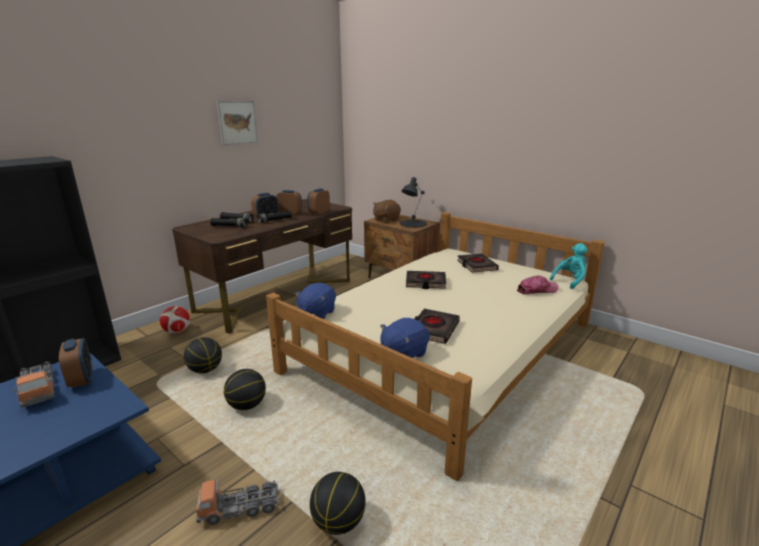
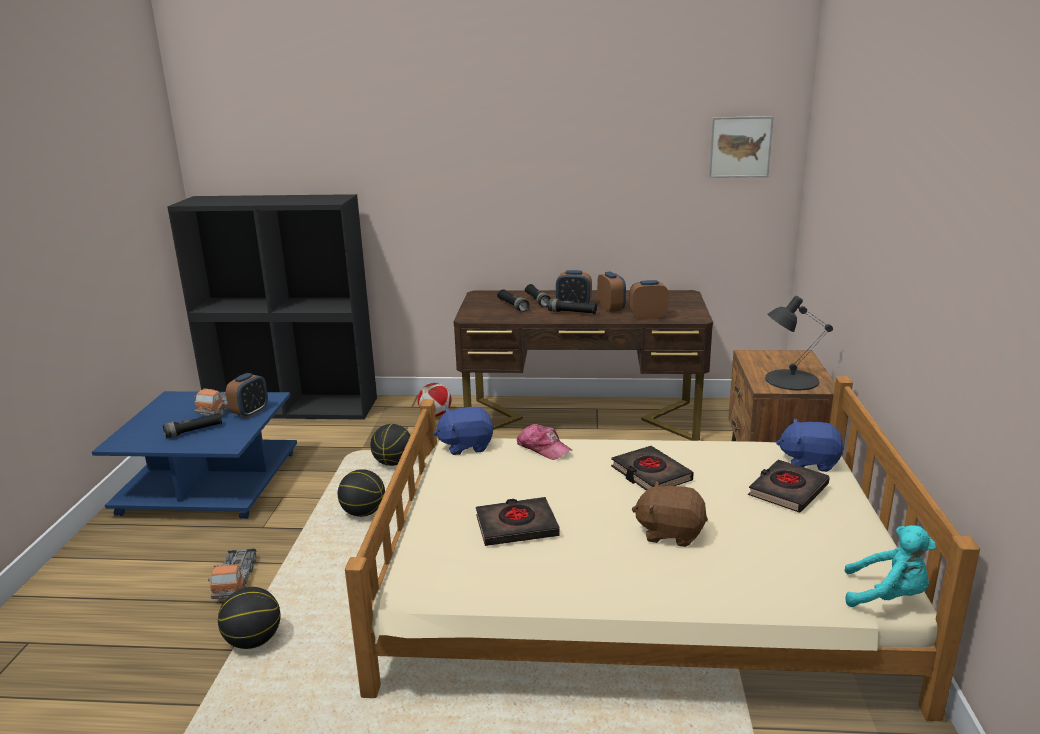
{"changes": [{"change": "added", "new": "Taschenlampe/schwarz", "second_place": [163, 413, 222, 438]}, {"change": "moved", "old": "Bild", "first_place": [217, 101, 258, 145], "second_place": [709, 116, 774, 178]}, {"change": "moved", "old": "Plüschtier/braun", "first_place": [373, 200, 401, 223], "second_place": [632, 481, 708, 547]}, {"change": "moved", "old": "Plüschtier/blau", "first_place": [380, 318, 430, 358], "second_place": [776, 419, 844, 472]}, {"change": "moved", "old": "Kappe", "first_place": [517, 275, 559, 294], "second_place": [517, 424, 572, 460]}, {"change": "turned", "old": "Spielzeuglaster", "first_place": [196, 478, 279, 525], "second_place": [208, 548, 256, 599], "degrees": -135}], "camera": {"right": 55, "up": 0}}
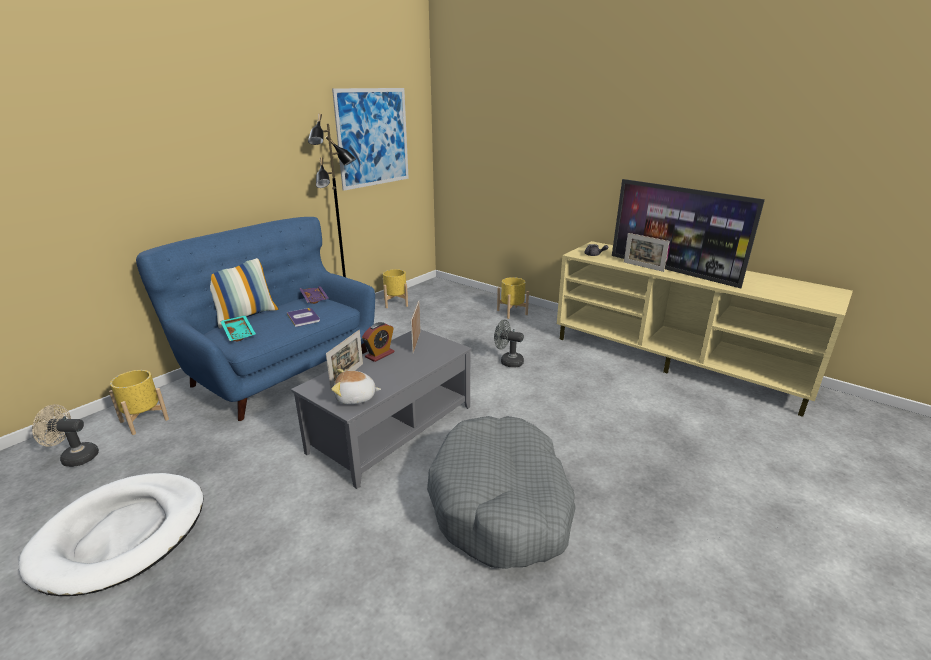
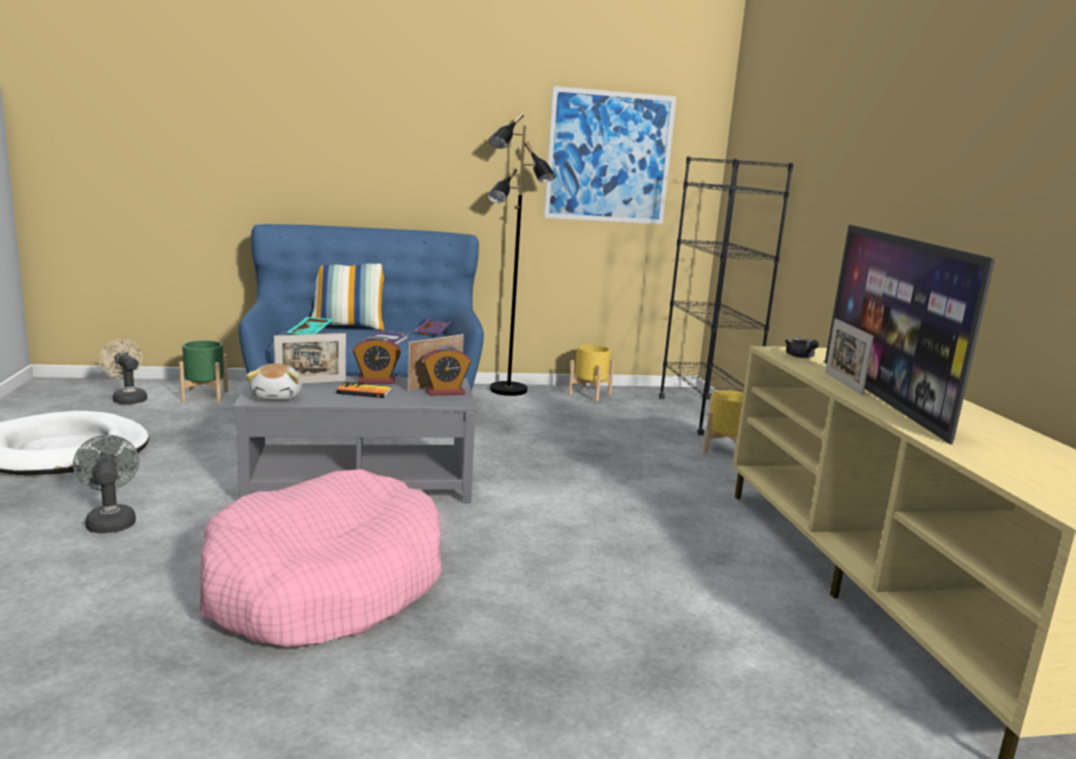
{"changes": [{"change": "added", "new": "Buch", "second_place": [336, 382, 392, 398]}, {"change": "added", "new": "Wecker", "second_place": [422, 346, 471, 396]}, {"change": "added", "new": "Bücherregal/schwarz", "second_place": [659, 156, 793, 435]}, {"change": "moved", "old": "Ventilator/grau", "first_place": [494, 319, 524, 368], "second_place": [73, 435, 139, 533]}, {"change": "recoloured", "old": "Pflanzkübel/gelb", "new": "Pflanzkübel/grün", "first_place": [109, 370, 169, 435], "second_place": [179, 340, 228, 402]}, {"change": "recoloured", "old": "Hundebett/grau", "new": "Hundebett/rosa", "first_place": [427, 416, 576, 569], "second_place": [200, 469, 442, 648]}, {"change": "turned", "old": "Plüschtier", "first_place": [331, 369, 381, 405], "second_place": [246, 363, 302, 400], "degrees": -135}], "camera": {"right": 40, "up": -10}}
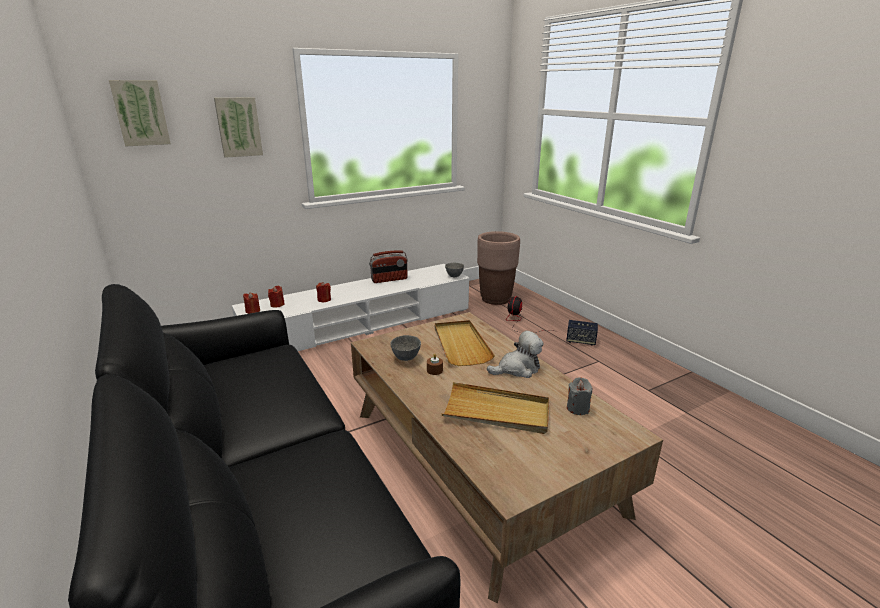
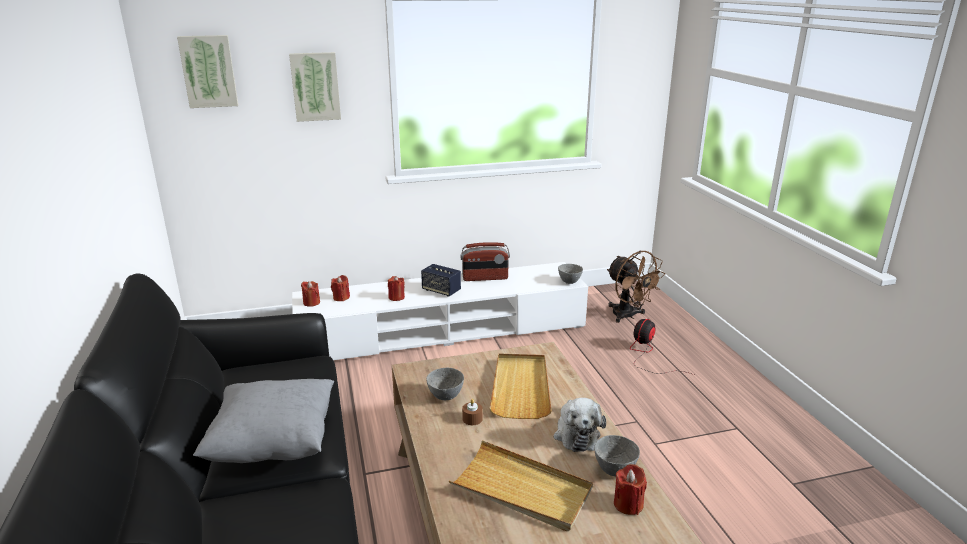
{"changes": [{"change": "added", "new": "Kissen/grau", "second_place": [193, 379, 334, 463]}, {"change": "added", "new": "Schüssel/grau", "second_place": [594, 435, 640, 476]}, {"change": "moved", "old": "Lautsprecher", "first_place": [566, 320, 598, 345], "second_place": [421, 264, 461, 297]}, {"change": "replaced", "old": "Pflanzkübel/braun", "new": "Ventilator/braun", "first_place": [477, 231, 520, 305], "second_place": [607, 251, 665, 323]}, {"change": "recoloured", "old": "Kerze/grau", "new": "Kerze/rot", "first_place": [567, 377, 592, 415], "second_place": [614, 464, 647, 515]}, {"change": "turned", "old": "Plüschtier", "first_place": [487, 331, 543, 378], "second_place": [554, 398, 606, 452], "degrees": 90}], "camera": {"right": 15, "up": 0}}
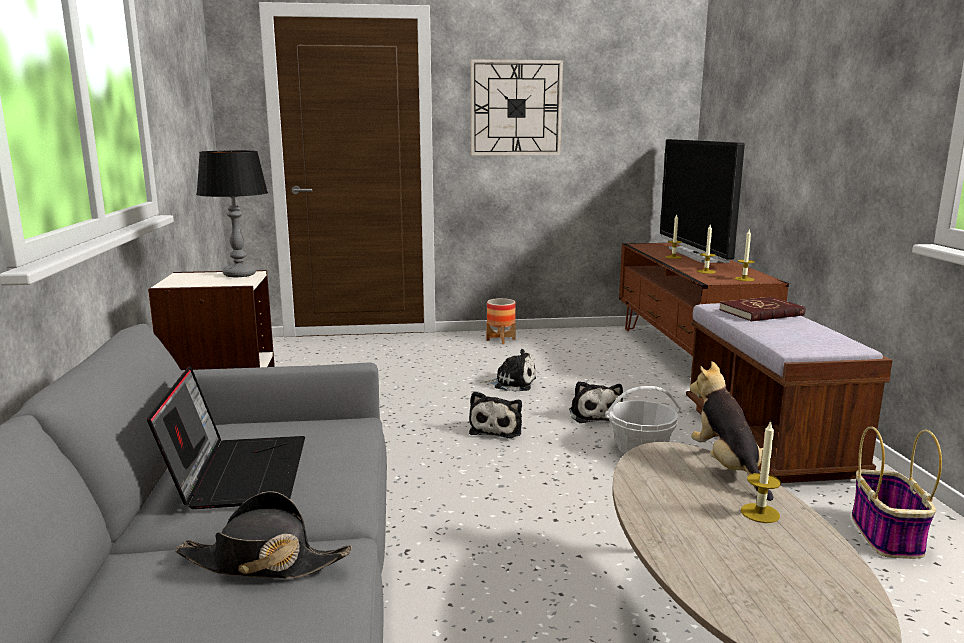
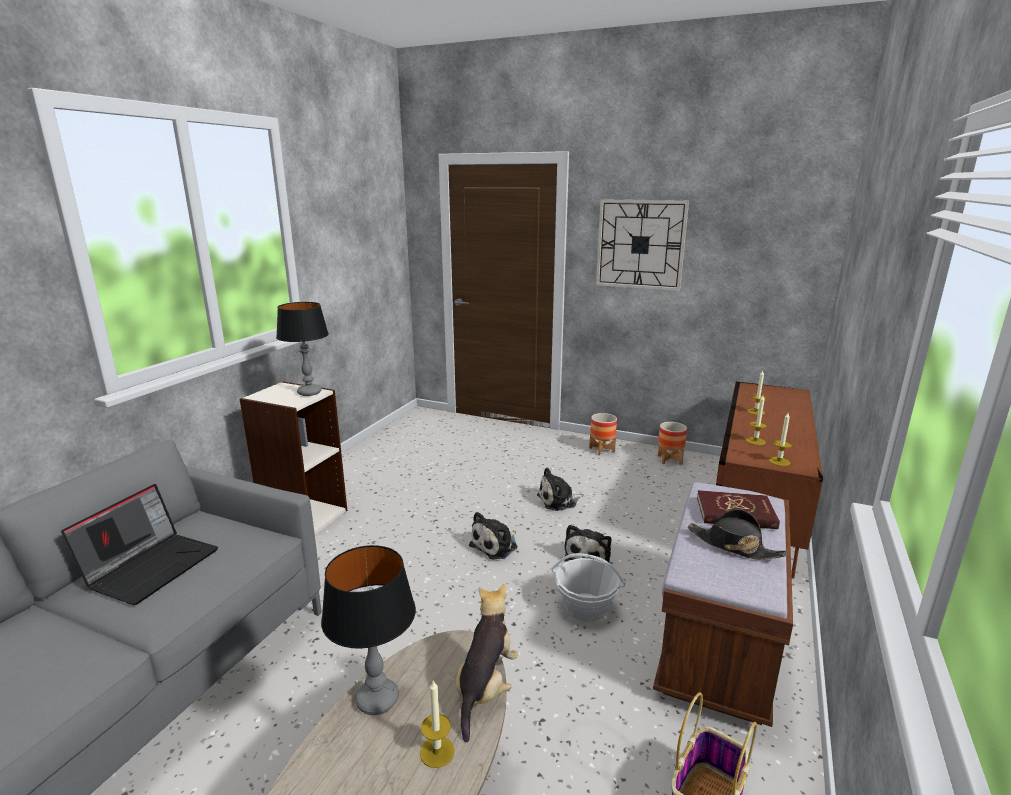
{"changes": [{"change": "removed", "old": "Fernseher", "first_place": [660, 139, 745, 263]}, {"change": "added", "new": "Tischlampe", "second_place": [321, 545, 416, 715]}, {"change": "added", "new": "Pflanzkübel", "second_place": [658, 422, 687, 464]}, {"change": "moved", "old": "Hut/schwarz", "first_place": [175, 491, 352, 579], "second_place": [687, 509, 788, 560]}, {"change": "turned", "old": "Plüschtier", "first_place": [480, 349, 536, 392], "second_place": [537, 467, 584, 511], "degrees": 120}], "camera": {"right": 30, "up": 5}}
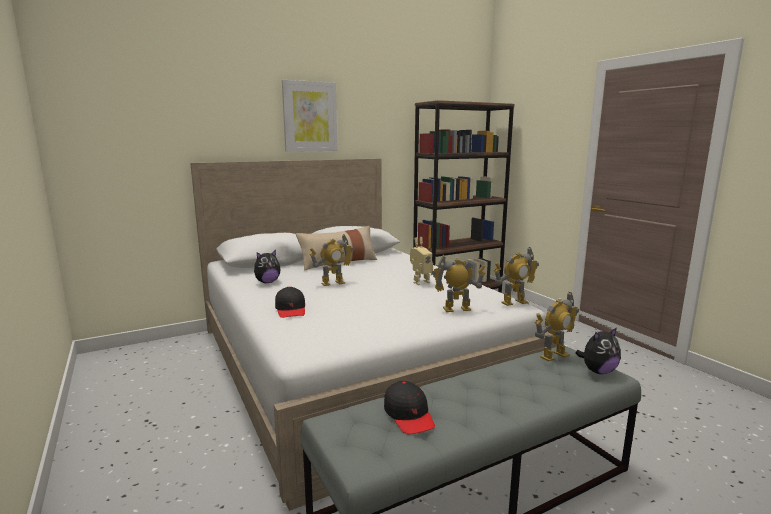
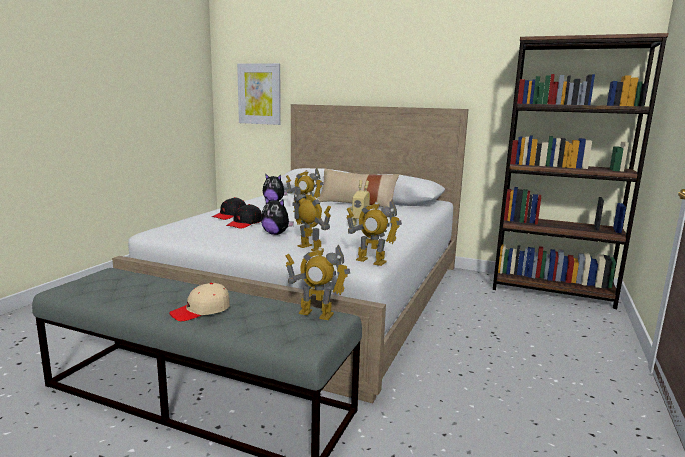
{"changes": [{"change": "added", "new": "Kappe/beige", "second_place": [169, 283, 230, 321]}, {"change": "moved", "old": "Bild", "first_place": [282, 80, 338, 152], "second_place": [237, 63, 281, 125]}, {"change": "moved", "old": "Kappe/schwarz", "first_place": [384, 381, 435, 435], "second_place": [226, 204, 261, 229]}, {"change": "moved", "old": "Plüschtier", "first_place": [575, 328, 621, 374], "second_place": [261, 197, 294, 235]}], "camera": {"right": 50, "up": 0}}
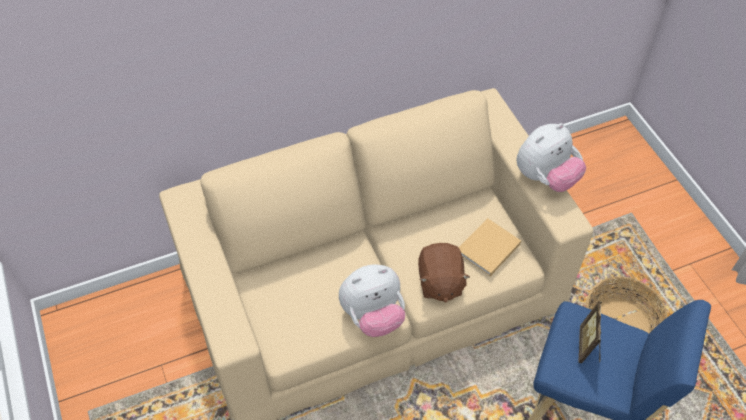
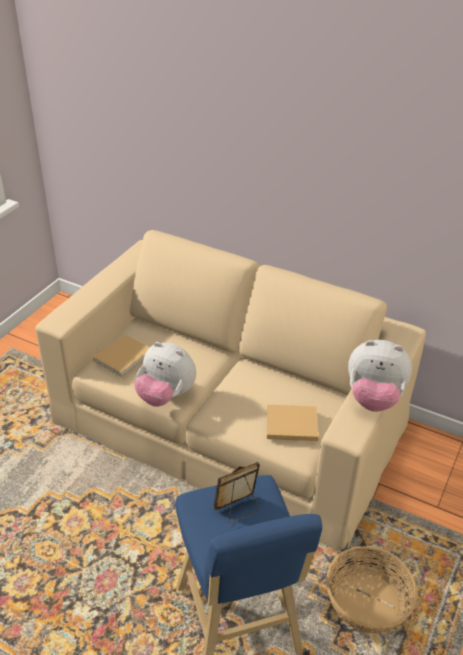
{"changes": [{"change": "removed", "old": "Plüschtier/braun", "first_place": [418, 243, 470, 303]}, {"change": "added", "new": "Buch/beige", "second_place": [93, 334, 150, 377]}], "camera": {"right": 50, "up": -15}}
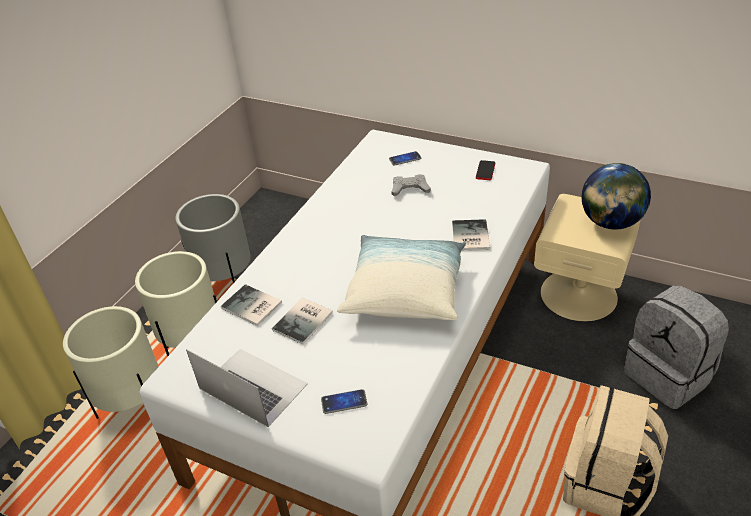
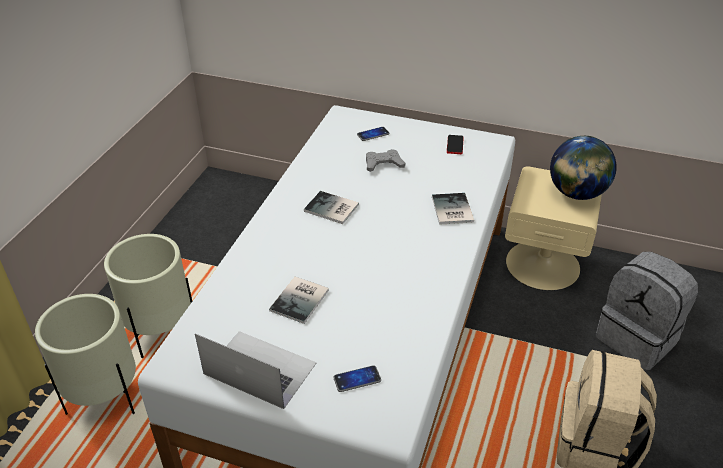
{"changes": [{"change": "removed", "old": "Pflanzkübel/grau", "first_place": [175, 194, 251, 283]}, {"change": "removed", "old": "Kissen", "first_place": [337, 235, 466, 320]}, {"change": "moved", "old": "Buch", "first_place": [221, 284, 282, 326], "second_place": [304, 191, 359, 224]}], "camera": {"right": -10, "up": 0}}
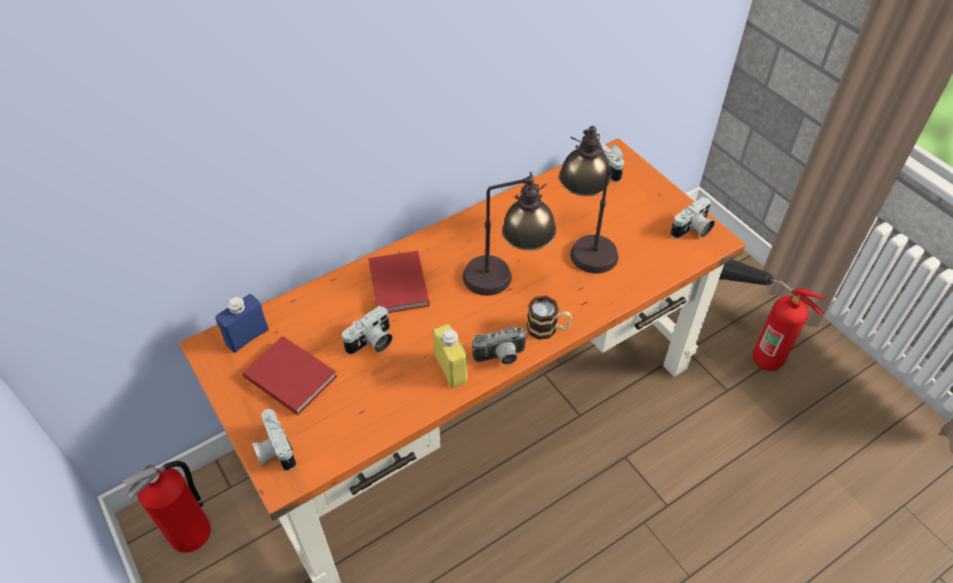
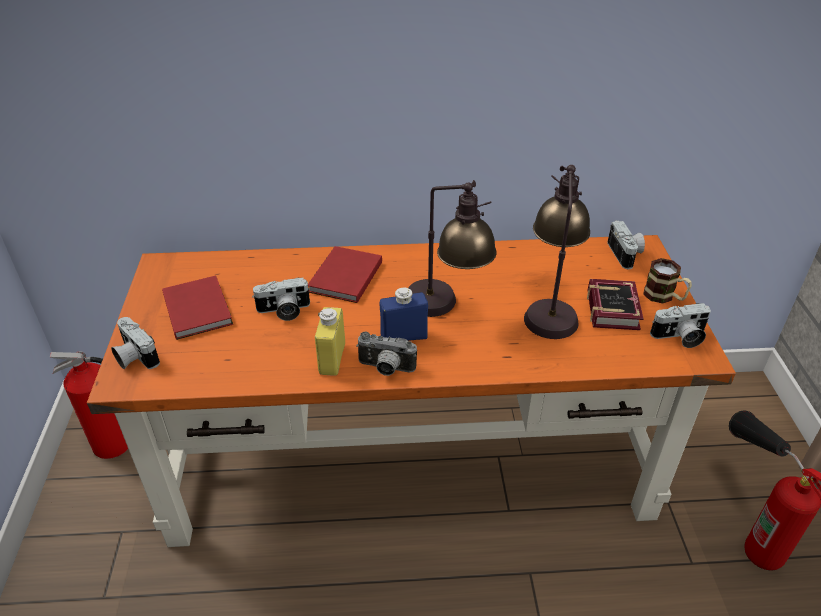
{"changes": [{"change": "added", "new": "Buch", "second_place": [587, 279, 644, 330]}, {"change": "moved", "old": "Flasche/blau", "first_place": [215, 294, 269, 353], "second_place": [380, 288, 428, 341]}, {"change": "moved", "old": "Henkelbecher", "first_place": [527, 296, 572, 340], "second_place": [643, 258, 692, 304]}, {"change": "turned", "old": "Kamera", "first_place": [252, 409, 296, 471], "second_place": [111, 317, 160, 369], "degrees": -45}], "camera": {"right": 30, "up": -10}}
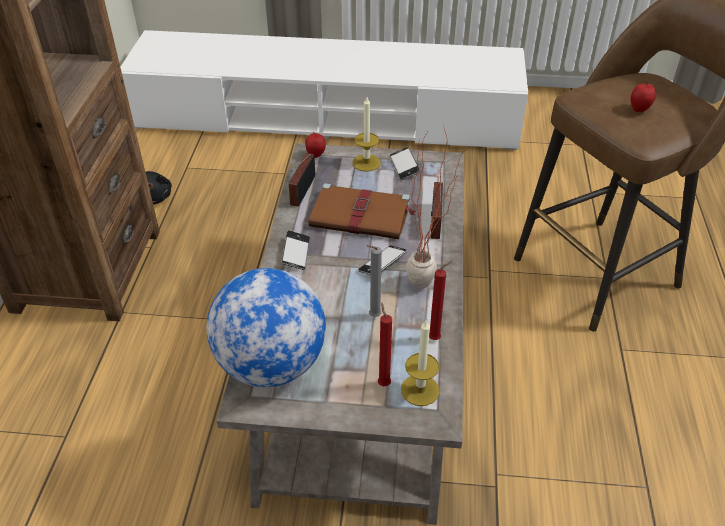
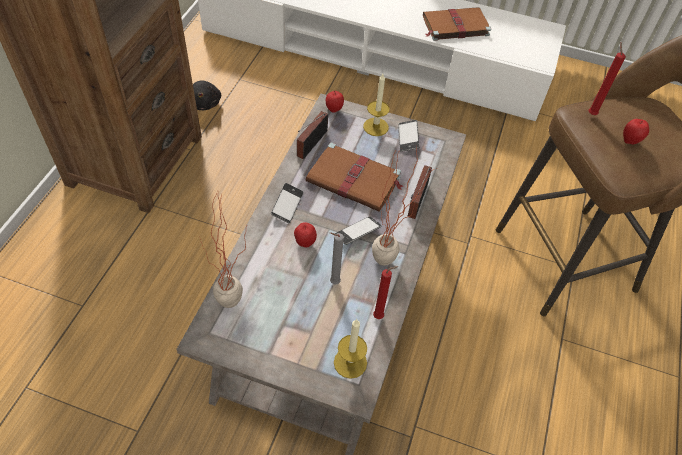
{"changes": [{"change": "added", "new": "Apfel", "second_place": [294, 222, 317, 247]}, {"change": "added", "new": "Buch/braun", "second_place": [423, 7, 491, 41]}, {"change": "moved", "old": "Kerze/rot", "first_place": [378, 302, 392, 386], "second_place": [589, 42, 626, 115]}, {"change": "replaced", "old": "Globus", "new": "Topfpflanze", "first_place": [207, 268, 326, 387], "second_place": [200, 192, 246, 308]}], "camera": {"right": 10, "up": 10}}
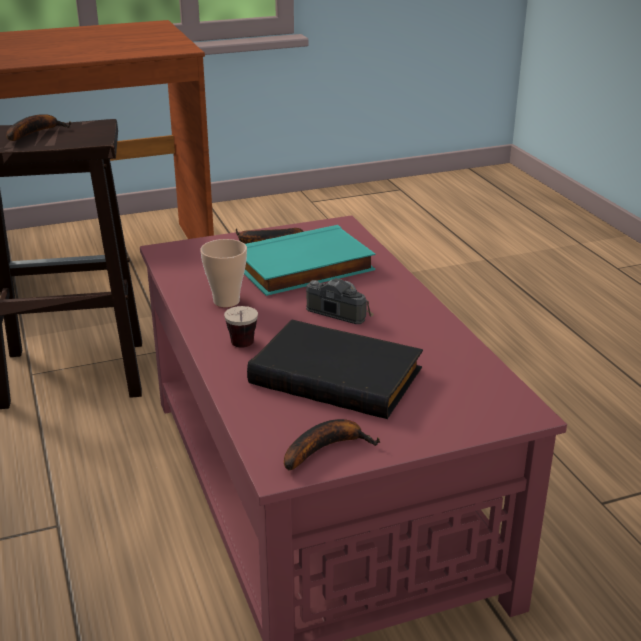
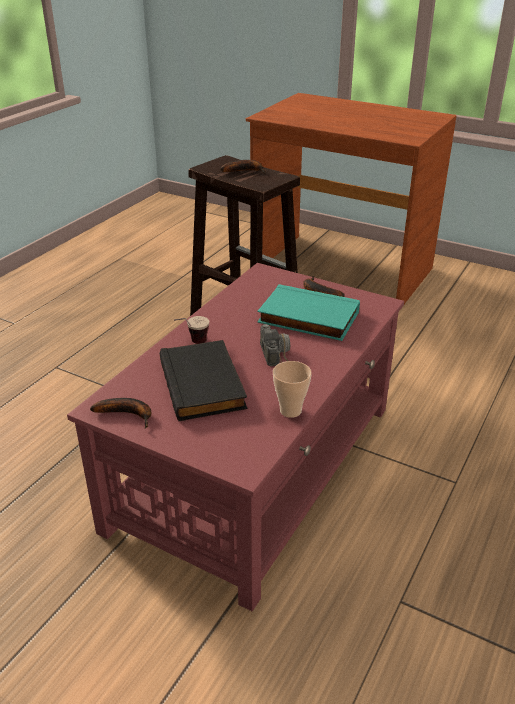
{"changes": [{"change": "moved", "old": "Tasse", "first_place": [200, 239, 247, 307], "second_place": [273, 361, 312, 418]}], "camera": {"right": 50, "up": 5}}
